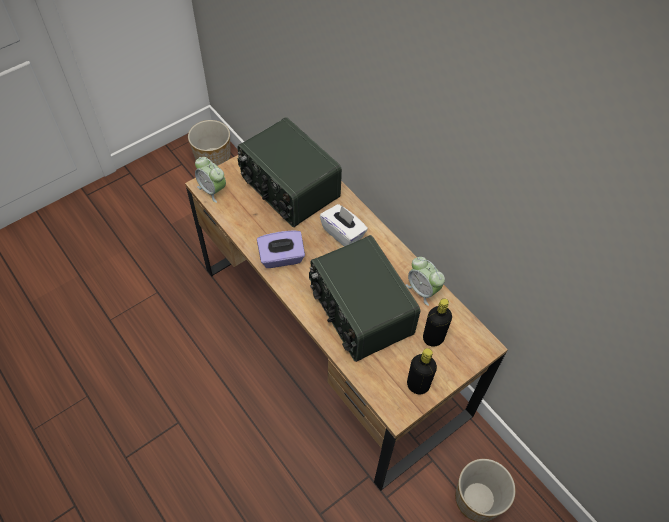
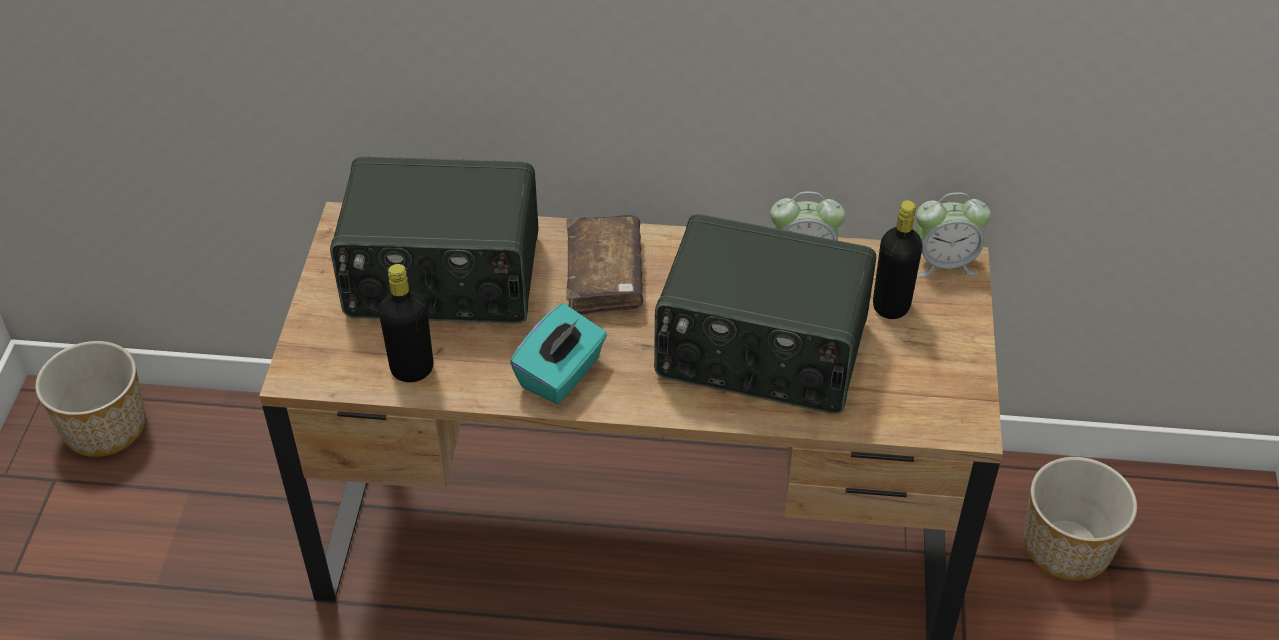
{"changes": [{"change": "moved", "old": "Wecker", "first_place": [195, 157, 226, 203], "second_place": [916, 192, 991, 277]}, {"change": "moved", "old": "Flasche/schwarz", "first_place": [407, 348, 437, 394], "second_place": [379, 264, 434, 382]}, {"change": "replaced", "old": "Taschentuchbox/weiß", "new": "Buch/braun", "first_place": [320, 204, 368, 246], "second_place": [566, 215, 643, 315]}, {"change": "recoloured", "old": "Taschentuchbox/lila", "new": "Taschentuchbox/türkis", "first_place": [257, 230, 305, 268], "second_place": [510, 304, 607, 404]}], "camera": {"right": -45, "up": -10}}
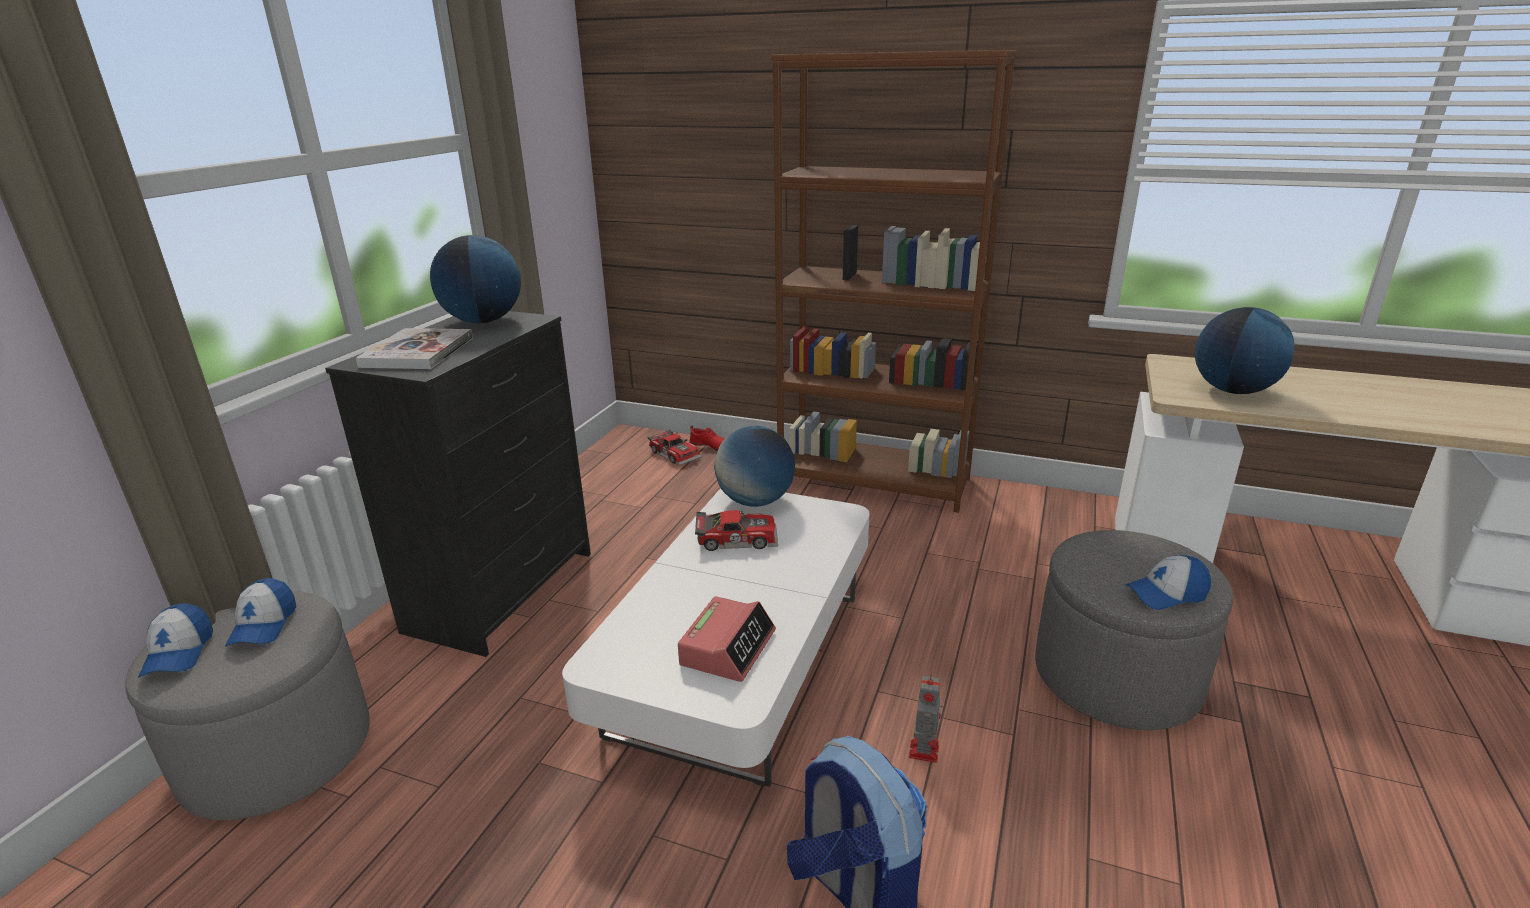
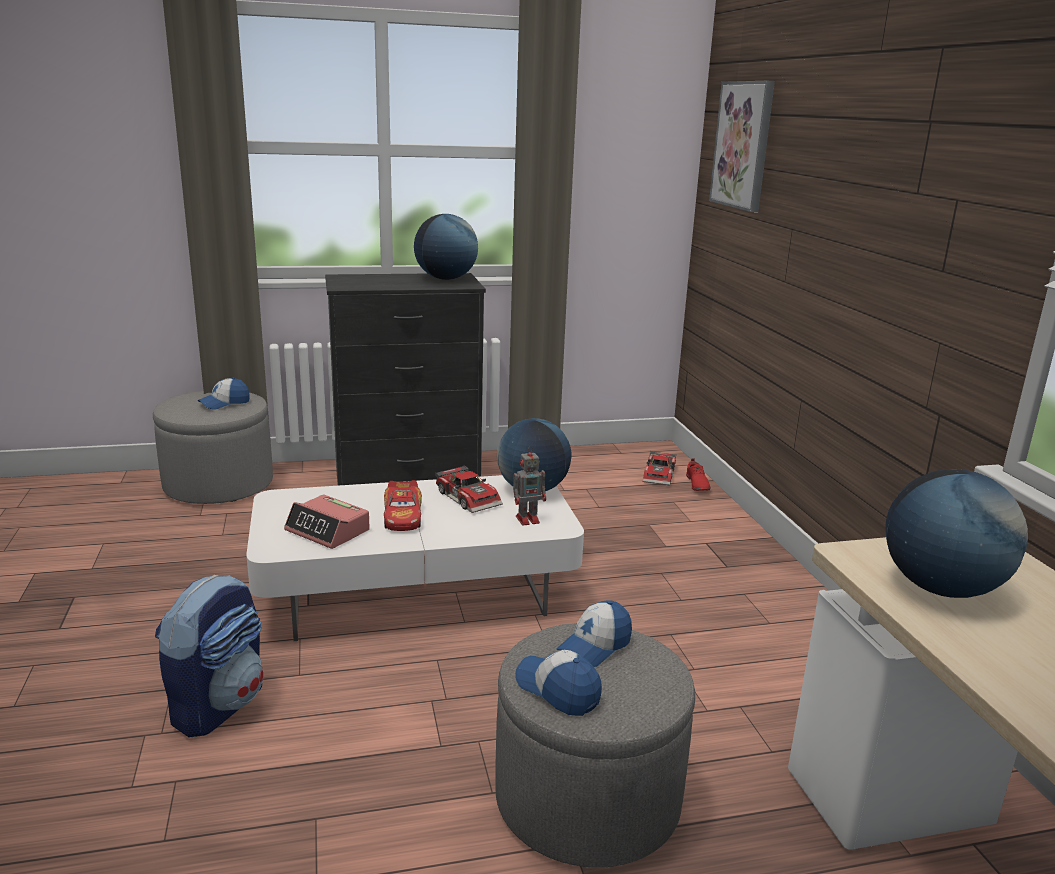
{"changes": [{"change": "removed", "old": "Buch", "first_place": [356, 328, 473, 369]}, {"change": "removed", "old": "Bücherregal/braun", "first_place": [772, 50, 1017, 513]}, {"change": "added", "new": "Spielzeugauto", "second_place": [384, 480, 422, 531]}, {"change": "added", "new": "Bild", "second_place": [709, 81, 775, 212]}, {"change": "moved", "old": "Kappe", "first_place": [138, 603, 213, 677], "second_place": [556, 600, 632, 667]}, {"change": "moved", "old": "Spielzeugroboter", "first_place": [909, 672, 941, 763], "second_place": [513, 446, 546, 526]}, {"change": "turned", "old": "Wecker", "first_place": [678, 596, 776, 682], "second_place": [284, 494, 370, 549], "degrees": 45}], "camera": {"right": 55, "up": -5}}
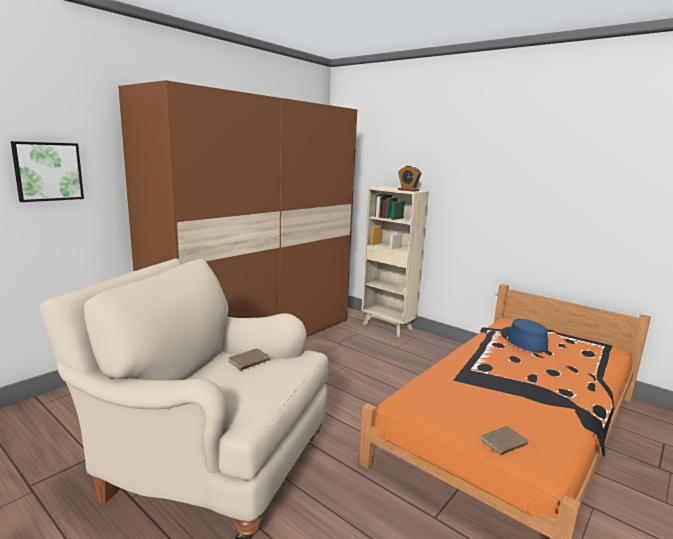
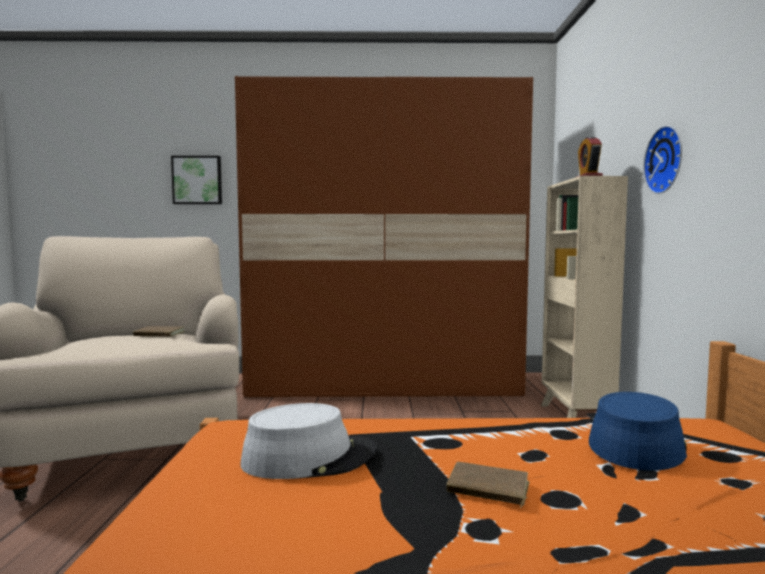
{"changes": [{"change": "added", "new": "Hut/grau", "second_place": [240, 403, 376, 479]}, {"change": "added", "new": "Wanduhr", "second_place": [643, 125, 682, 194]}, {"change": "moved", "old": "Buch/braun", "first_place": [480, 426, 536, 455], "second_place": [446, 462, 529, 508]}], "camera": {"right": 50, "up": -10}}
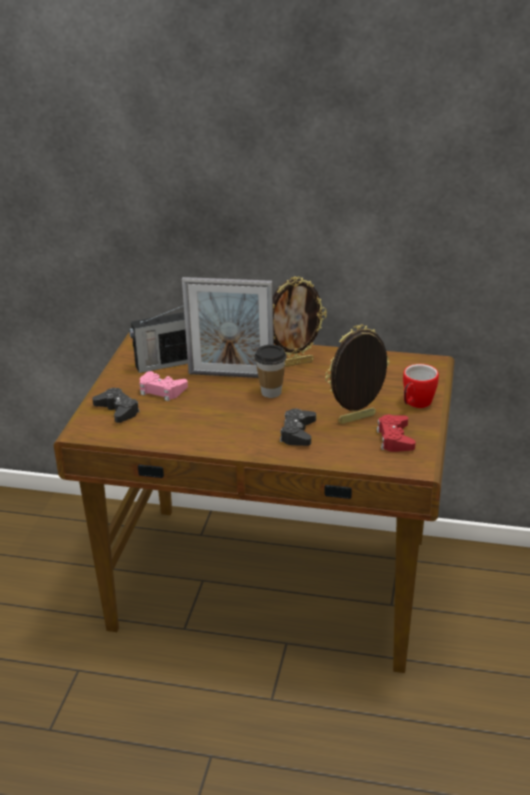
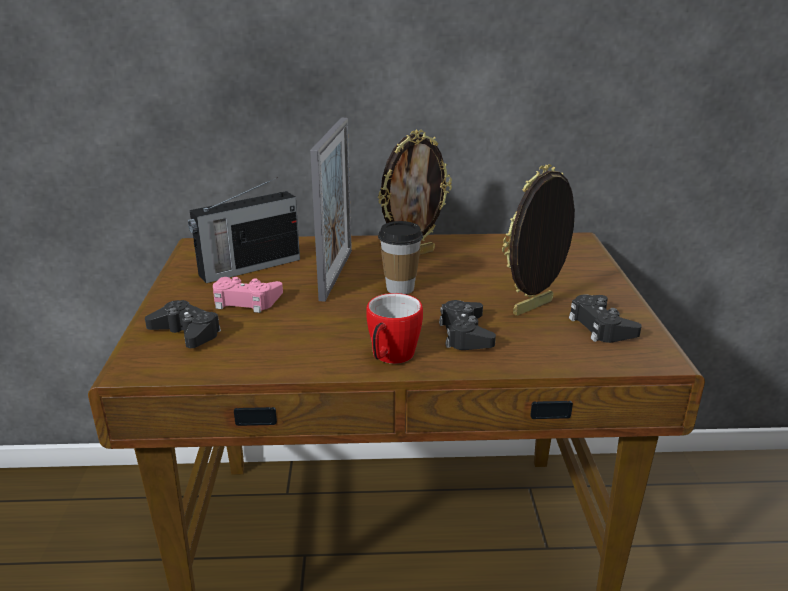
{"changes": [{"change": "moved", "old": "Henkelbecher", "first_place": [403, 364, 439, 408], "second_place": [366, 293, 423, 364]}, {"change": "recoloured", "old": "Gamepad/rot", "new": "Gamepad/schwarz", "first_place": [377, 415, 416, 452], "second_place": [569, 295, 642, 343]}, {"change": "turned", "old": "Bilderrahmen", "first_place": [182, 277, 274, 378], "second_place": [310, 118, 352, 302], "degrees": -75}], "camera": {"right": -15, "up": -5}}
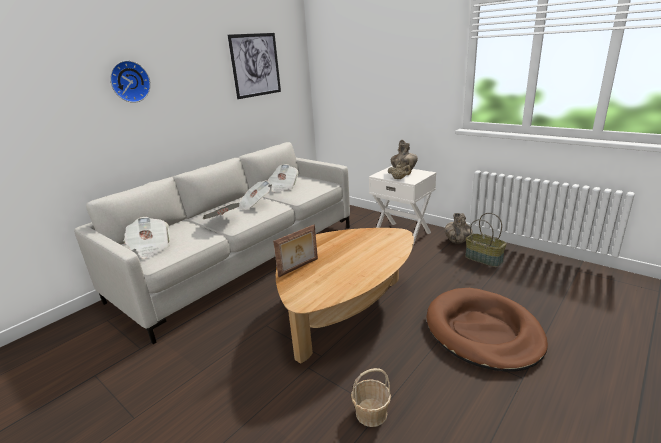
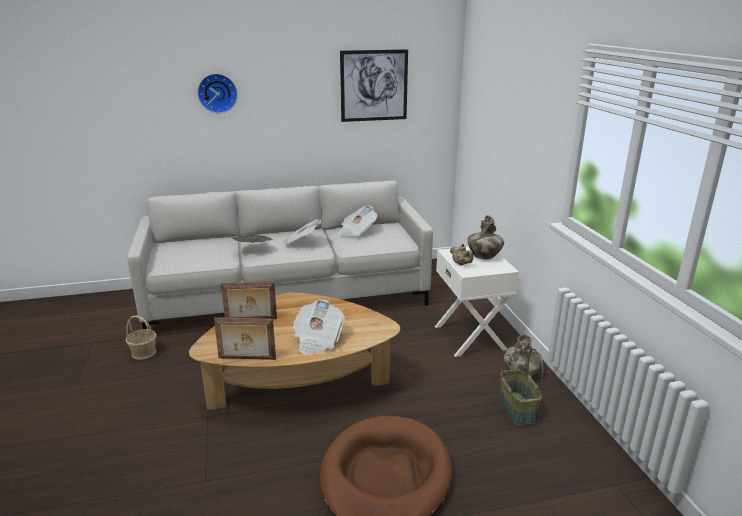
{"changes": [{"change": "added", "new": "Bilderrahmen", "second_place": [214, 317, 276, 360]}, {"change": "moved", "old": "Zeitung", "first_place": [124, 217, 170, 259], "second_place": [292, 299, 345, 354]}, {"change": "moved", "old": "Korb", "first_place": [351, 368, 391, 427], "second_place": [125, 316, 157, 360]}], "camera": {"right": 35, "up": 0}}
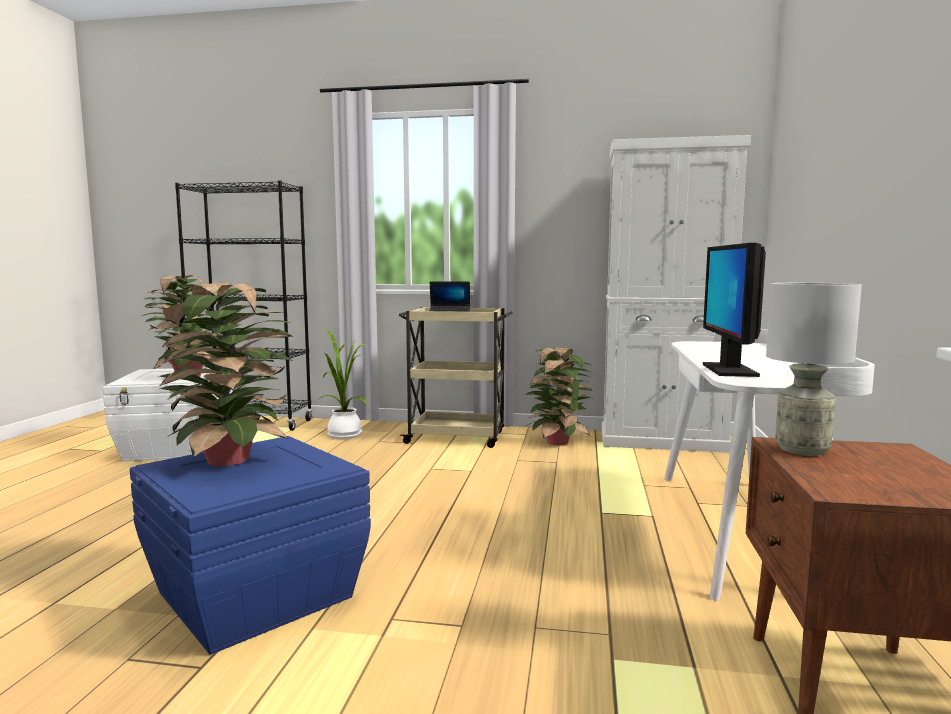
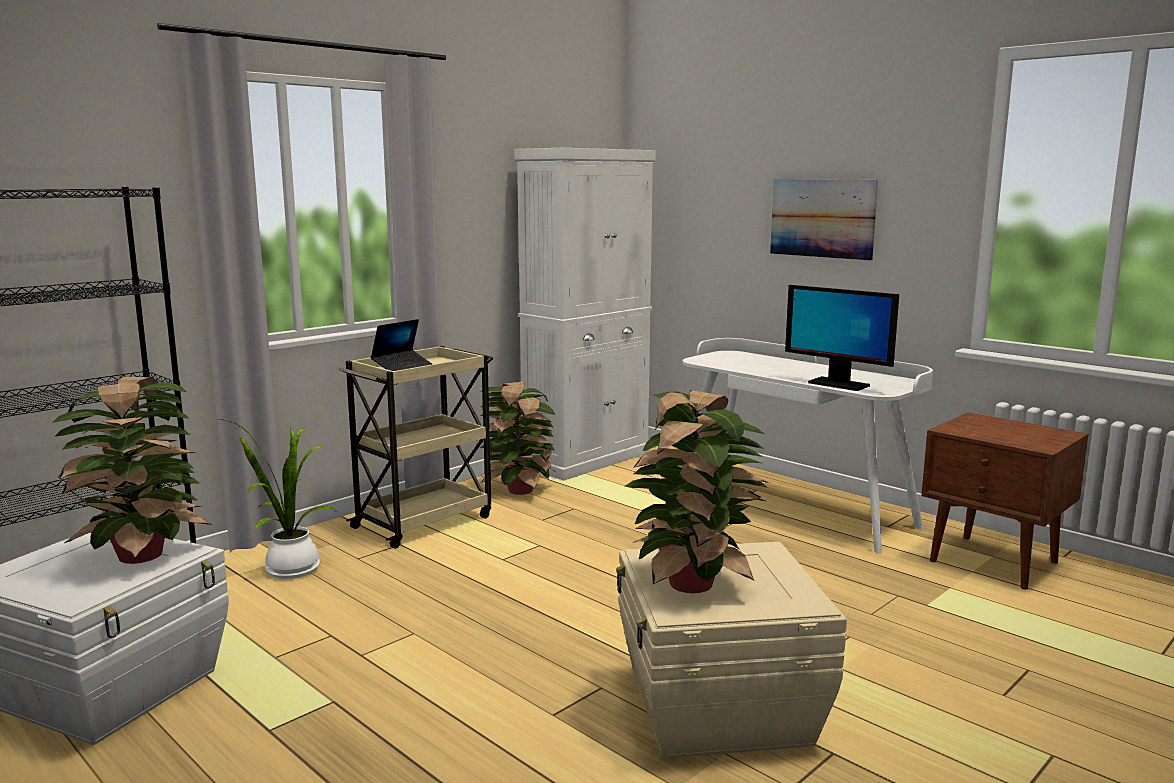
{"changes": [{"change": "removed", "old": "Tischlampe/grau", "first_place": [766, 283, 862, 456]}, {"change": "added", "new": "Bild", "second_place": [770, 179, 878, 261]}, {"change": "recoloured", "old": "Aufbewahrungsbox/blau", "new": "Aufbewahrungsbox/beige", "first_place": [130, 436, 371, 655], "second_place": [616, 542, 847, 759]}], "camera": {"right": -55, "up": 5}}
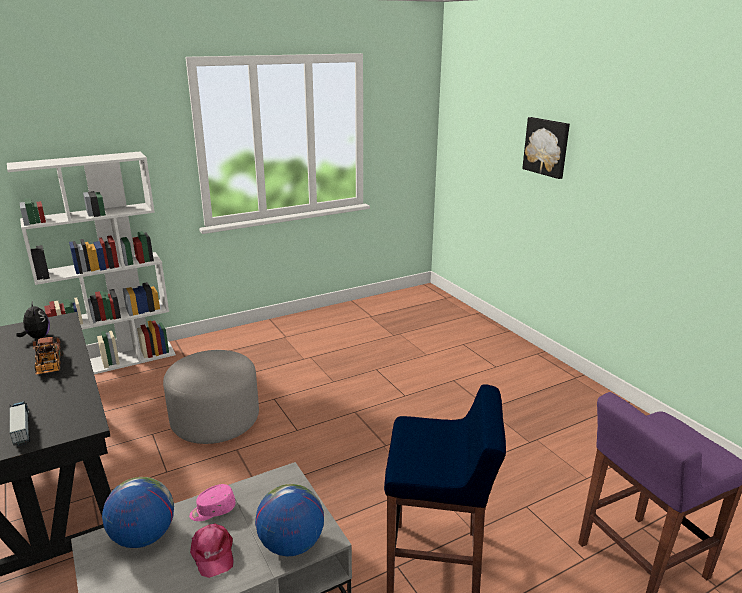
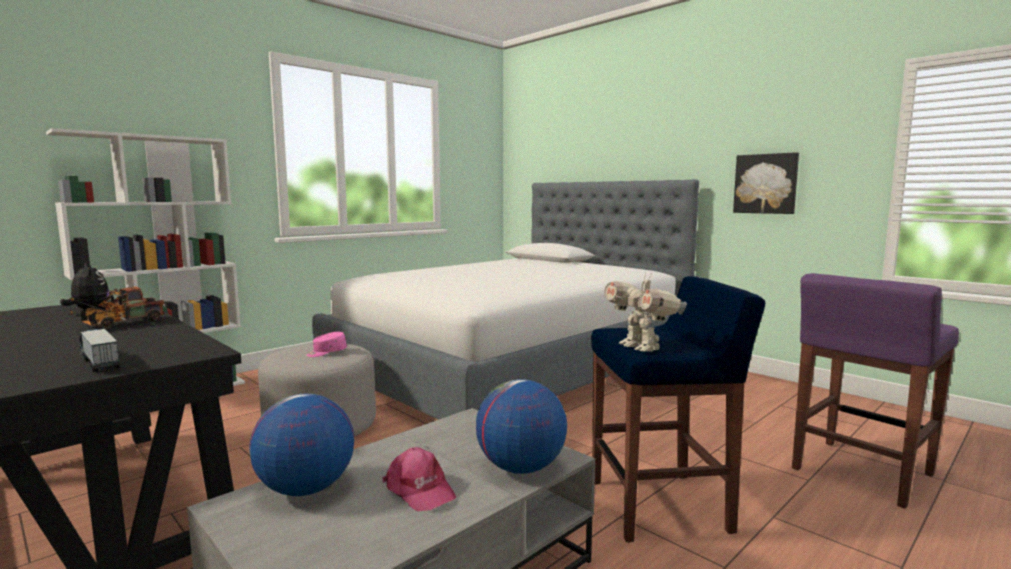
{"changes": [{"change": "added", "new": "Bett", "second_place": [312, 179, 699, 420]}, {"change": "added", "new": "Spielzeugroboter", "second_place": [604, 272, 687, 352]}, {"change": "moved", "old": "Kappe/rosa", "first_place": [189, 484, 236, 521], "second_place": [306, 332, 347, 357]}, {"change": "moved", "old": "Bild", "first_place": [522, 117, 570, 179], "second_place": [733, 152, 799, 214]}, {"change": "turned", "old": "Spielzeuglaster", "first_place": [33, 337, 63, 375], "second_place": [69, 286, 165, 329], "degrees": 75}], "camera": {"right": -15, "up": -15}}
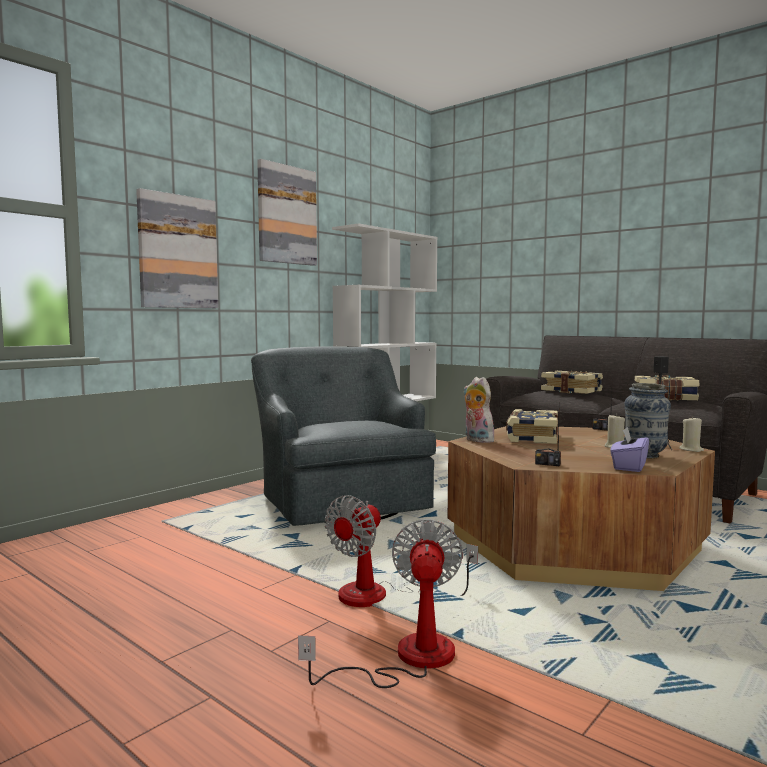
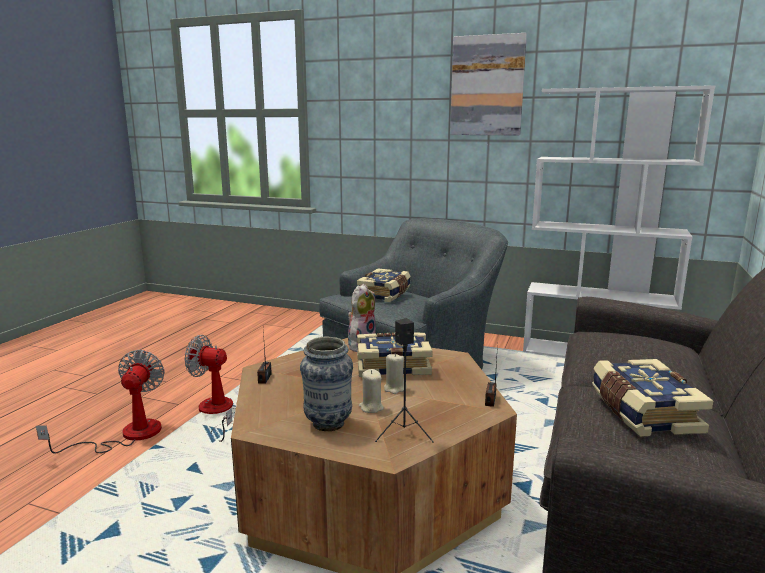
{"changes": [{"change": "removed", "old": "Bild", "first_place": [136, 188, 218, 308]}, {"change": "removed", "old": "Taschentuchbox/lila", "first_place": [610, 427, 649, 472]}, {"change": "moved", "old": "Buch", "first_place": [541, 371, 603, 394], "second_place": [357, 268, 411, 302]}, {"change": "moved", "old": "Kerze/beige", "first_place": [679, 417, 704, 452], "second_place": [384, 353, 407, 394]}, {"change": "turned", "old": "Ventilator", "first_place": [298, 519, 463, 688], "second_place": [36, 350, 165, 454], "degrees": -75}], "camera": {"right": 70, "up": 10}}
